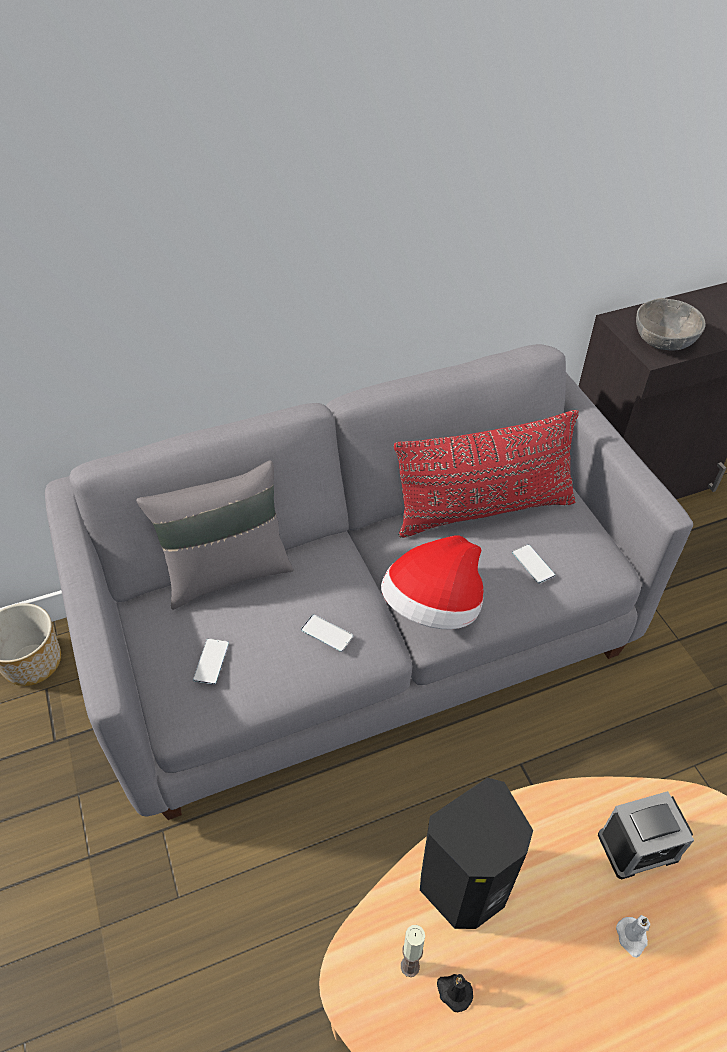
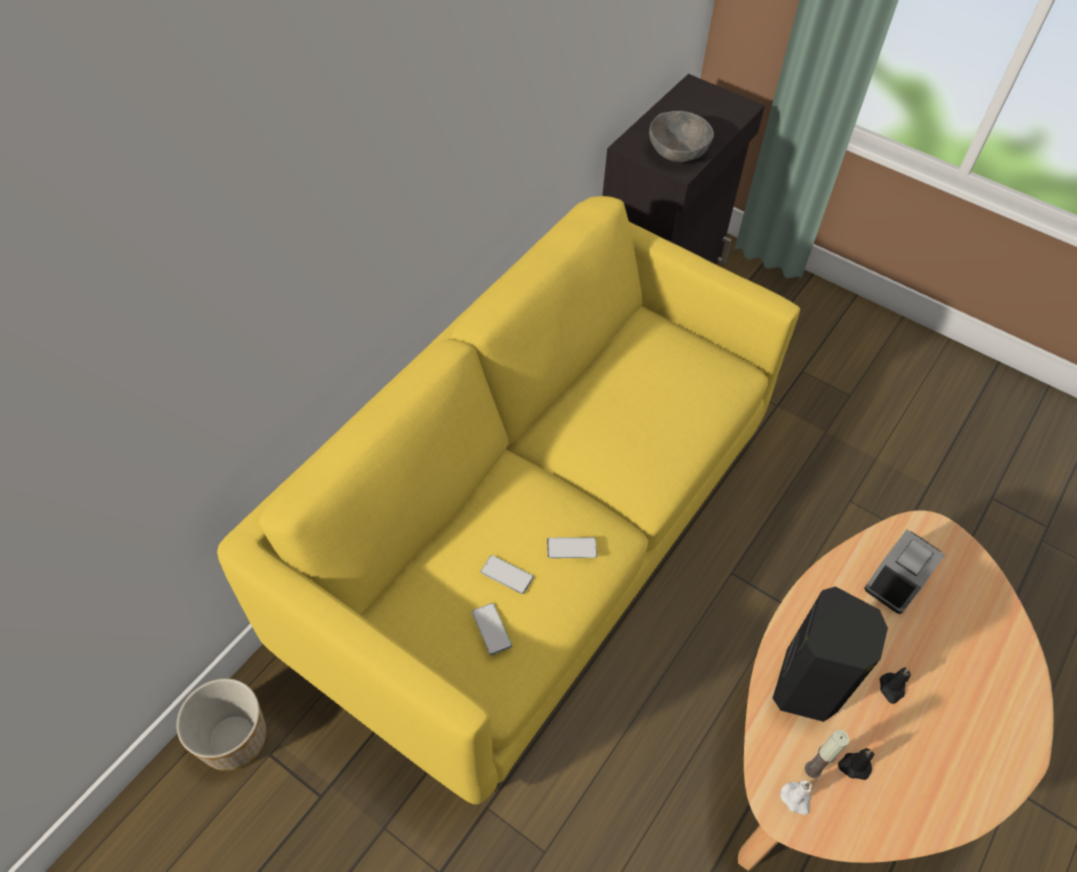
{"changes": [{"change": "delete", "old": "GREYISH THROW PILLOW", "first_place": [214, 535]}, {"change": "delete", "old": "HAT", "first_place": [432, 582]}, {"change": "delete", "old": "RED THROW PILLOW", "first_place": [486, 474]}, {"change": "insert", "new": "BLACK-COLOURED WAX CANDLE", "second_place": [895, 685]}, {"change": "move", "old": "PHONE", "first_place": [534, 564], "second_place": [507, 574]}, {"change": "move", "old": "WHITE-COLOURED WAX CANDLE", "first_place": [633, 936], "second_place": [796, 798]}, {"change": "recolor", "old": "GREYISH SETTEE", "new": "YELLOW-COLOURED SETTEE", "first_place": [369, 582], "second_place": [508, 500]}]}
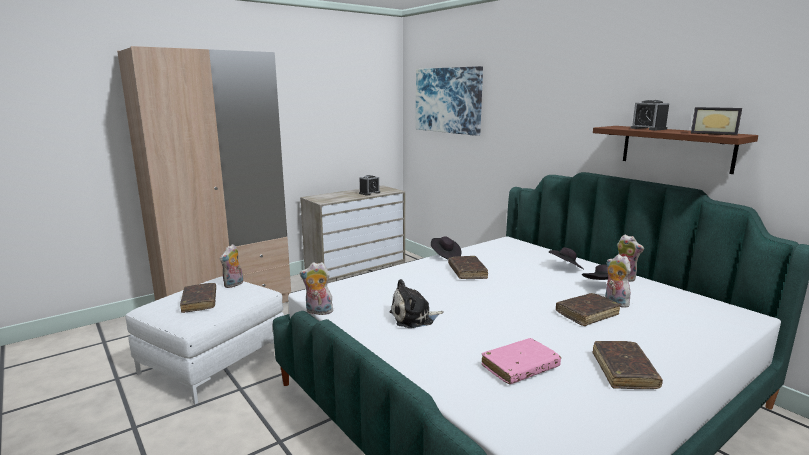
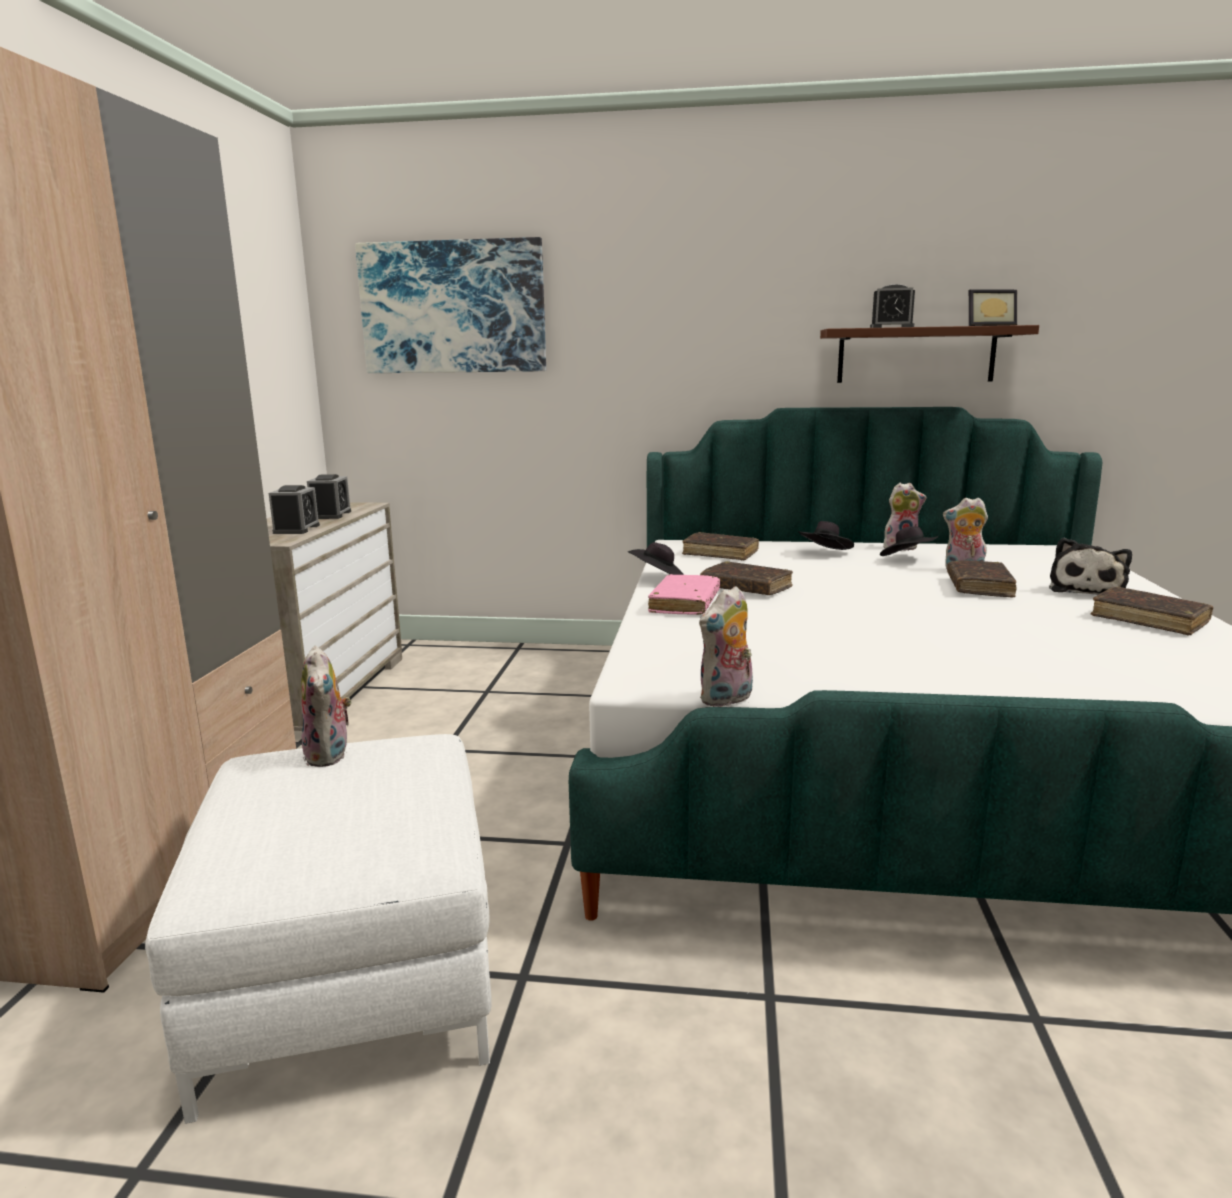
{"changes": [{"change": "insert", "new": "TABLE CLOCK", "second_place": [294, 509]}, {"change": "move", "old": "BROWNISH VOLUME", "first_place": [198, 298], "second_place": [720, 546]}, {"change": "move", "old": "PLUSH TOY", "first_place": [416, 303], "second_place": [1090, 566]}, {"change": "move", "old": "PINK VOLUME", "first_place": [521, 361], "second_place": [684, 594]}]}
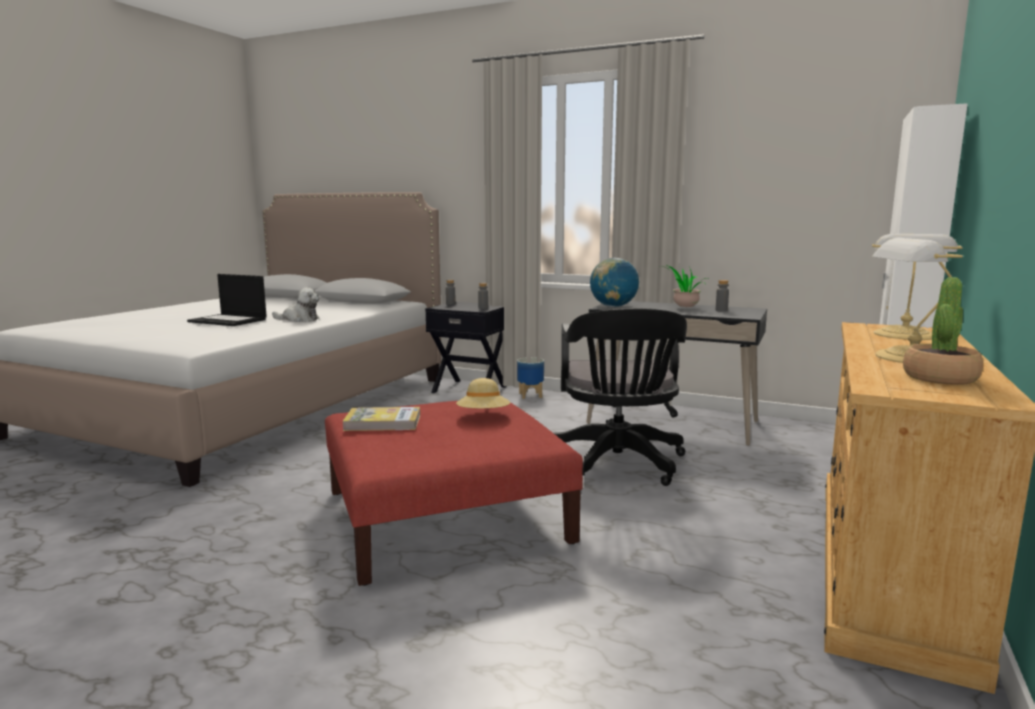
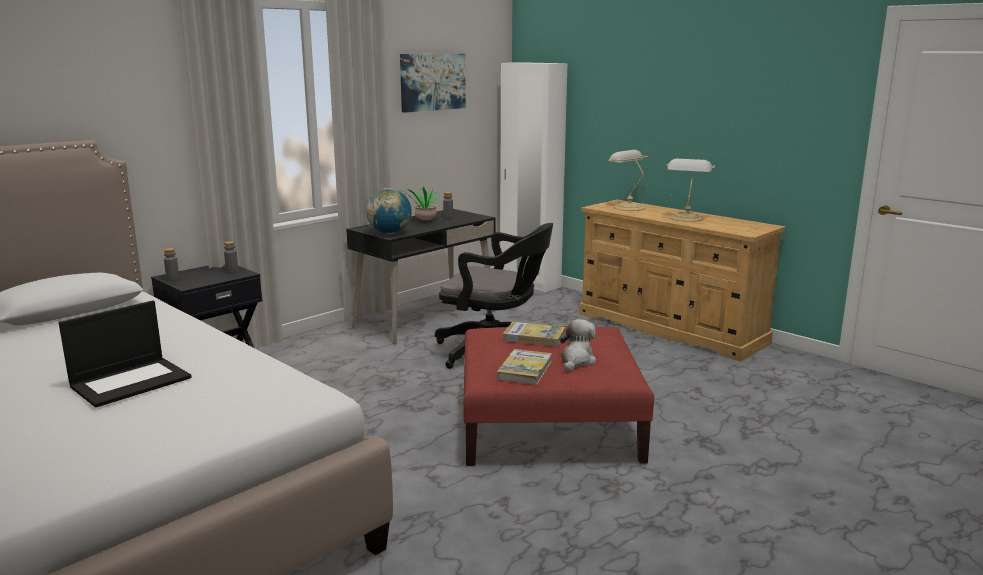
{"changes": [{"change": "delete", "old": "PLANT POT", "first_place": [530, 378]}, {"change": "delete", "old": "HOUSEPLANT", "first_place": [943, 331]}, {"change": "insert", "new": "PICTURE", "second_place": [433, 83]}, {"change": "move", "old": "PLUSH TOY", "first_place": [295, 305], "second_place": [578, 345]}, {"change": "replace", "old": "BEIGE-COLOURED HAT", "new": "VOLUME", "first_place": [483, 393], "second_place": [534, 334]}]}
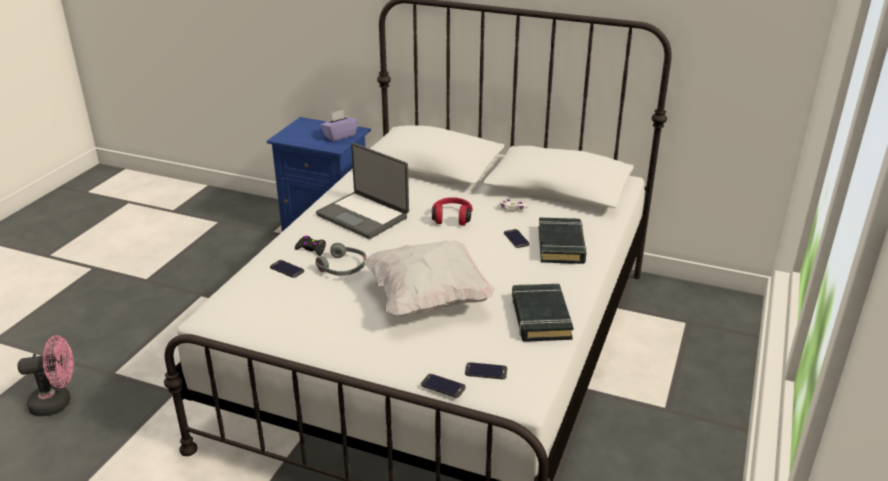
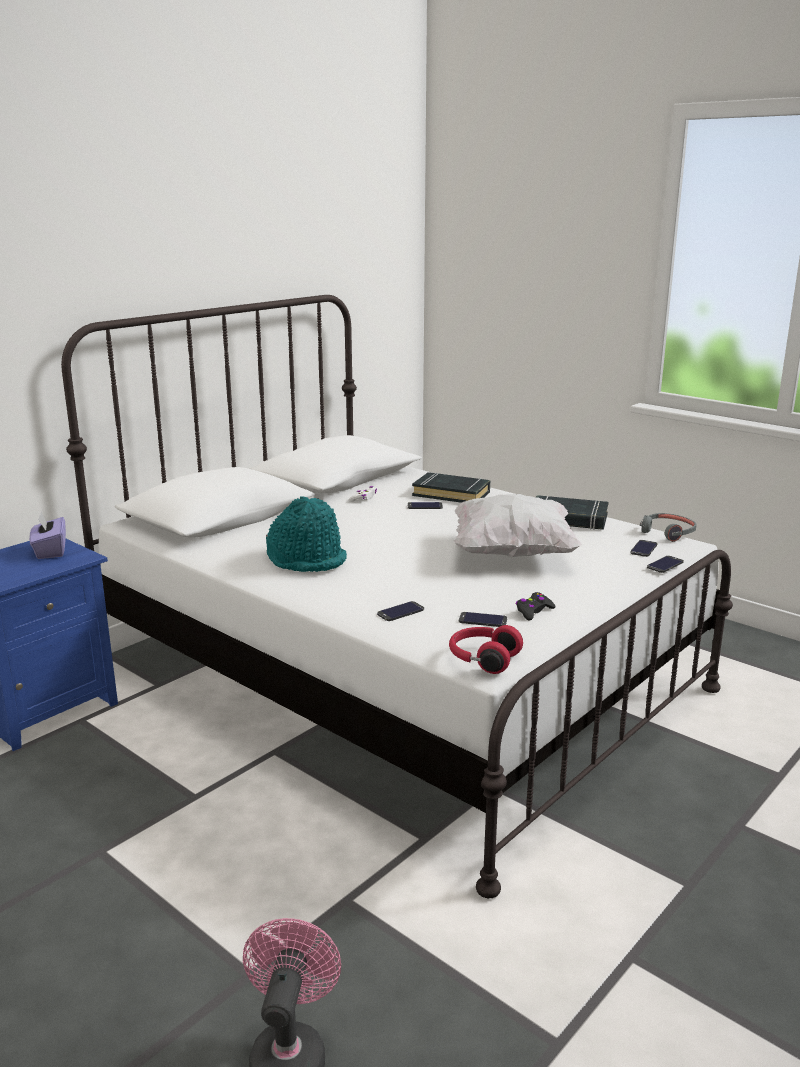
{"changes": [{"change": "insert", "new": "PHONE", "second_place": [482, 619]}, {"change": "move", "old": "BLACK-COLOURED GAMEPAD", "first_place": [310, 246], "second_place": [536, 606]}, {"change": "move", "old": "GREYISH PAIR OF HEADPHONES", "first_place": [341, 259], "second_place": [668, 527]}, {"change": "move", "old": "RED PAIR OF HEADPHONES", "first_place": [452, 211], "second_place": [486, 649]}, {"change": "replace", "old": "NOTEBOOK COMPUTER", "new": "BLUE-GREEN HAT", "first_place": [362, 191], "second_place": [306, 534]}]}
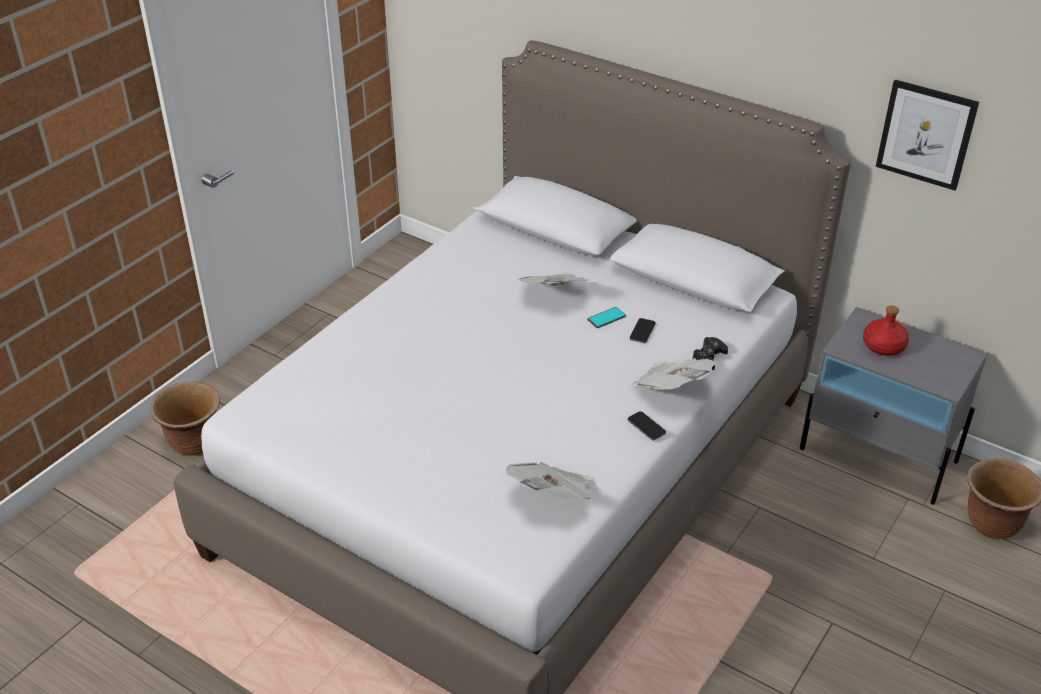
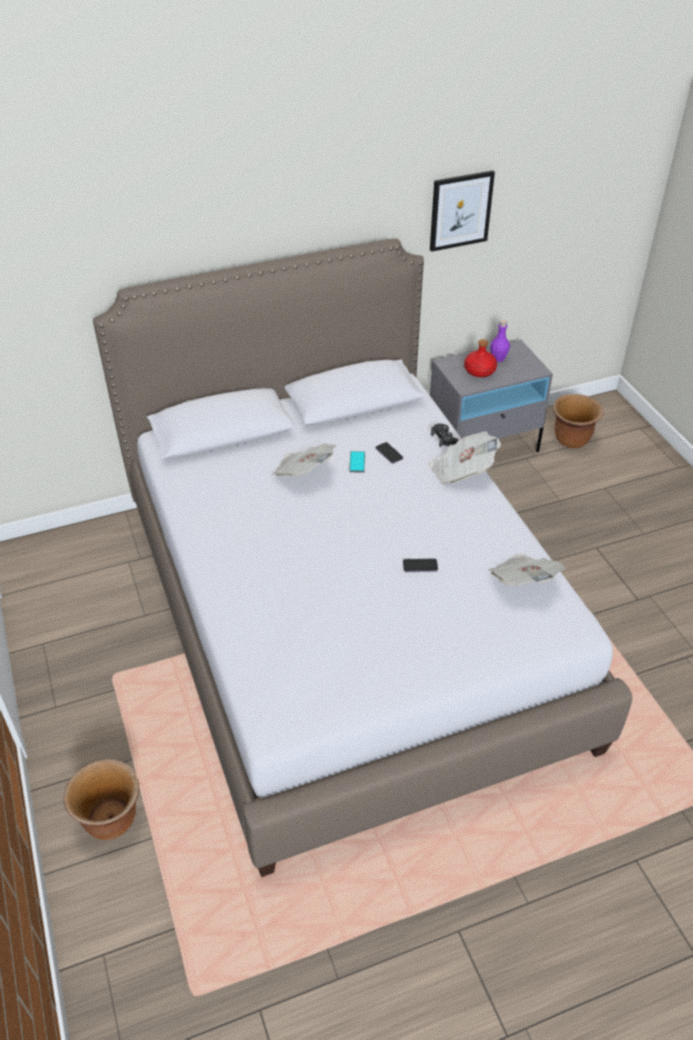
{"changes": [{"change": "insert", "new": "PURPLISH BOTTLE", "second_place": [500, 340]}, {"change": "move", "old": "PHONE", "first_place": [647, 425], "second_place": [420, 565]}]}
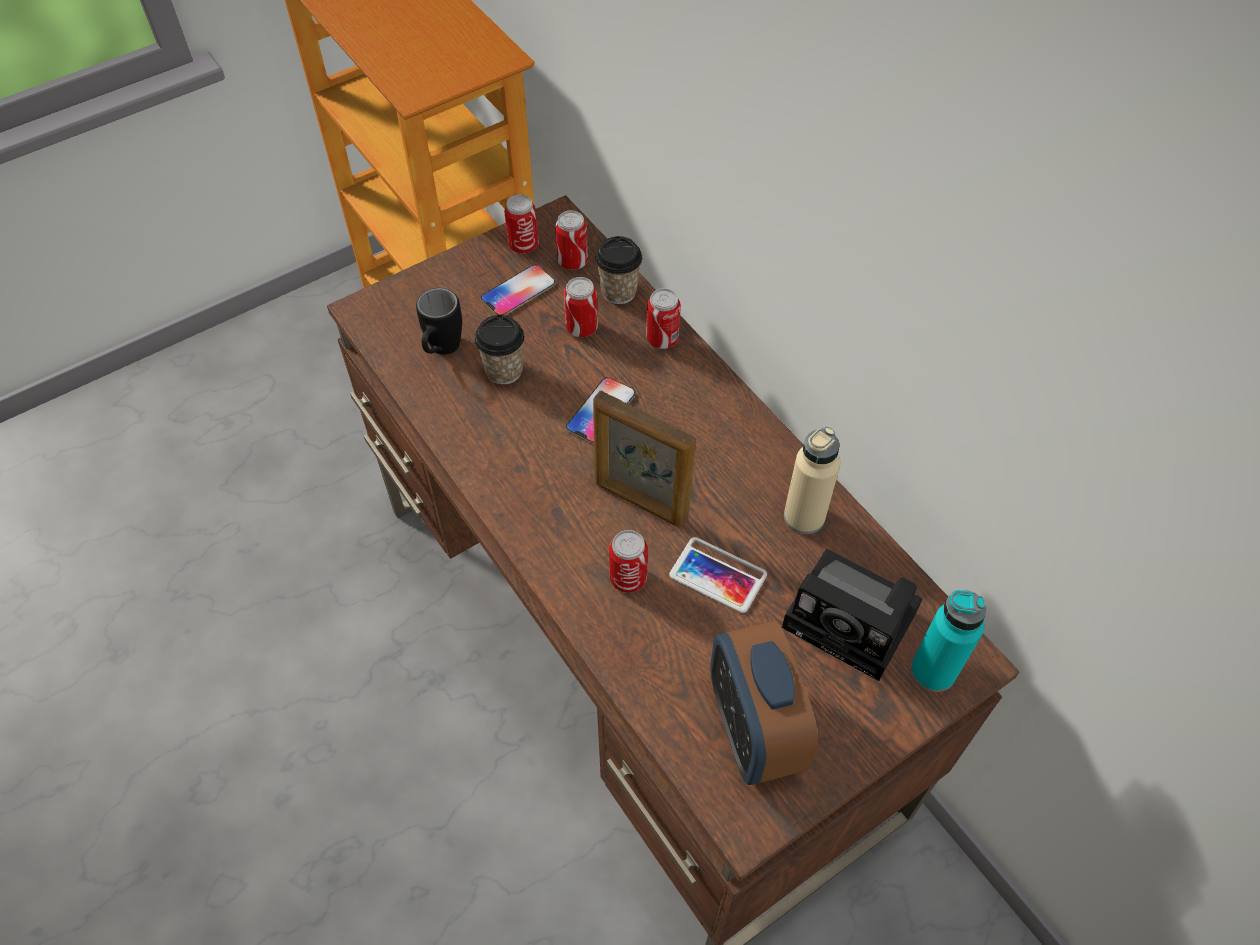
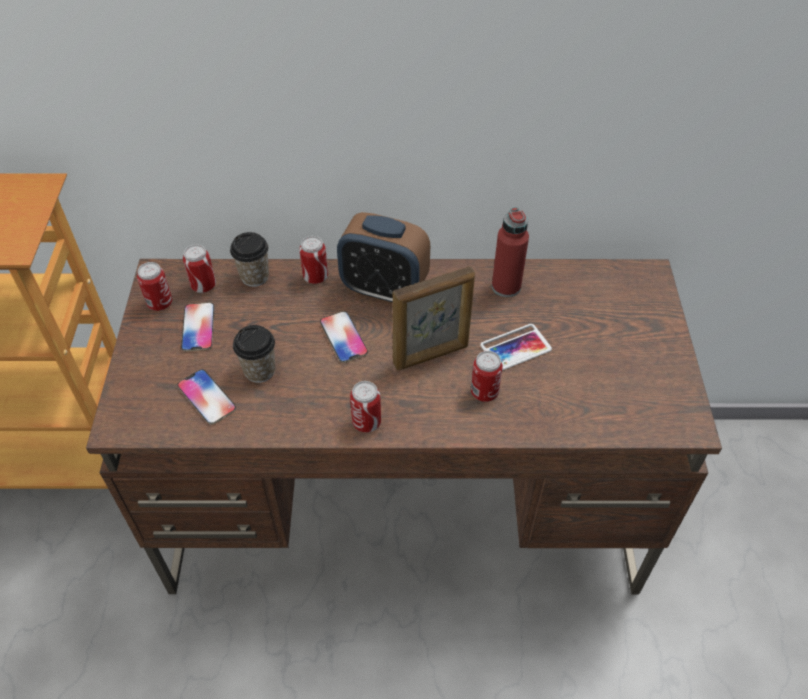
{"changes": [{"change": "delete", "old": "PHOTO CAMERA", "first_place": [852, 615]}, {"change": "delete", "old": "BLUE-GREEN BOTTLE", "first_place": [948, 641]}, {"change": "move", "old": "CAN", "first_place": [581, 307], "second_place": [365, 407]}, {"change": "move", "old": "TABLE CLOCK", "first_place": [764, 703], "second_place": [383, 258]}, {"change": "replace", "old": "BLACK-COLOURED MUG", "new": "PHONE", "first_place": [439, 321], "second_place": [206, 397]}, {"change": "recolor", "old": "BEIGE-COLOURED BOTTLE", "new": "RED BOTTLE", "first_place": [812, 480], "second_place": [510, 252]}]}
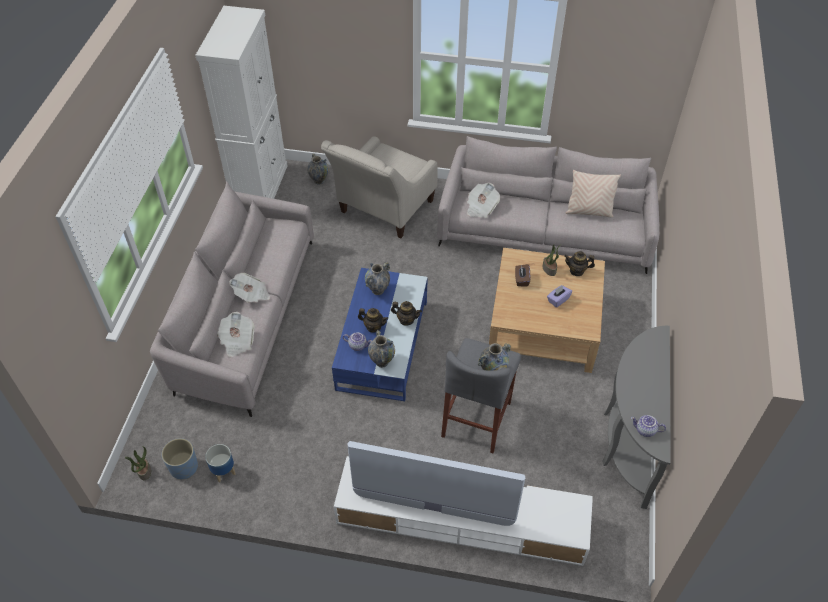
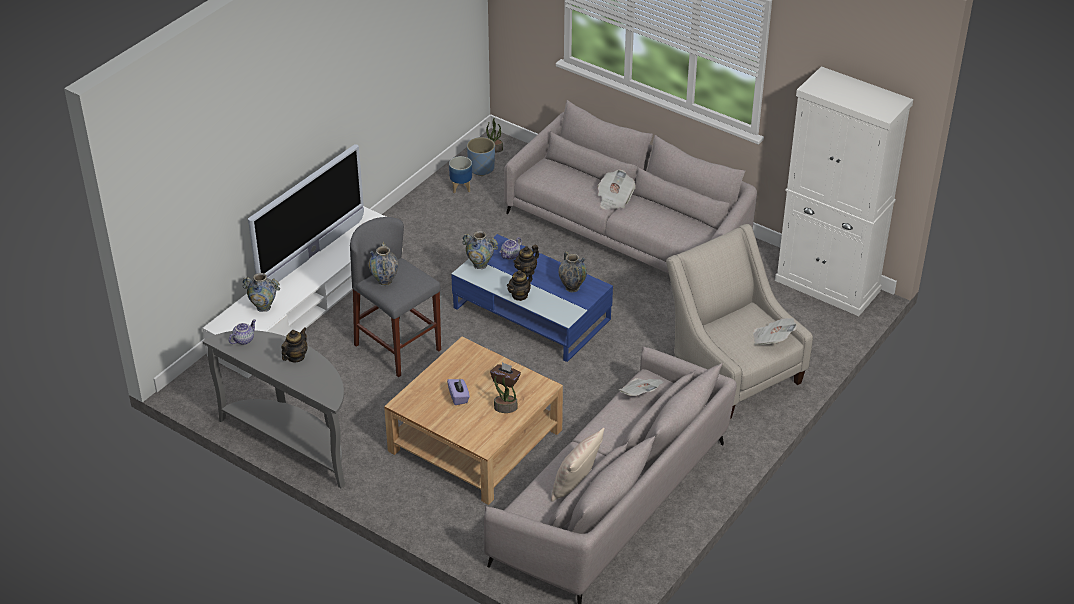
{"changes": [{"change": "move", "old": "DAILY PAPER", "first_place": [236, 334], "second_place": [775, 331]}, {"change": "move", "old": "DECORATIVE VASE", "first_place": [318, 169], "second_place": [261, 292]}, {"change": "move", "old": "TEAPOT", "first_place": [579, 263], "second_place": [294, 345]}]}
